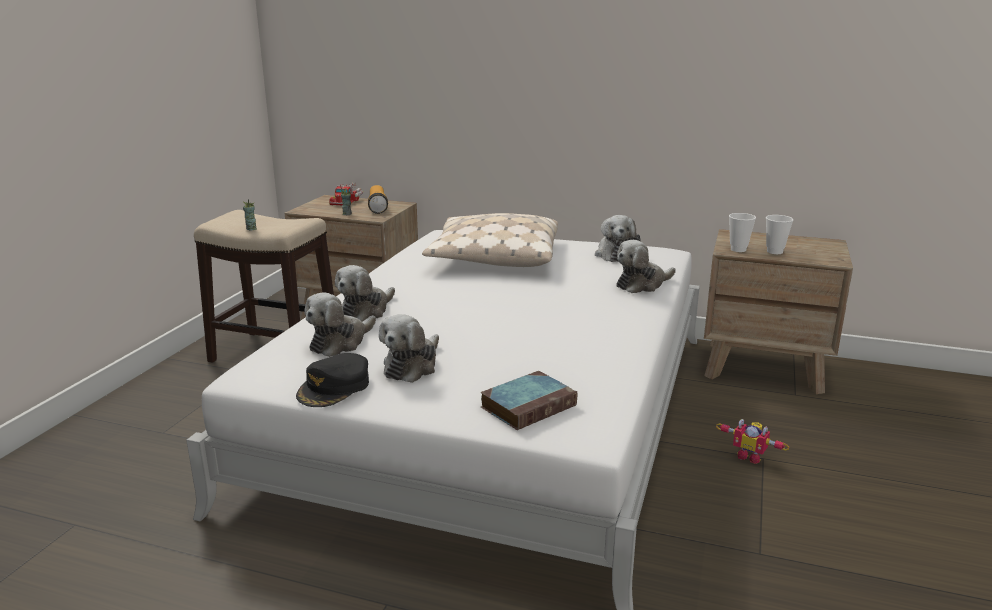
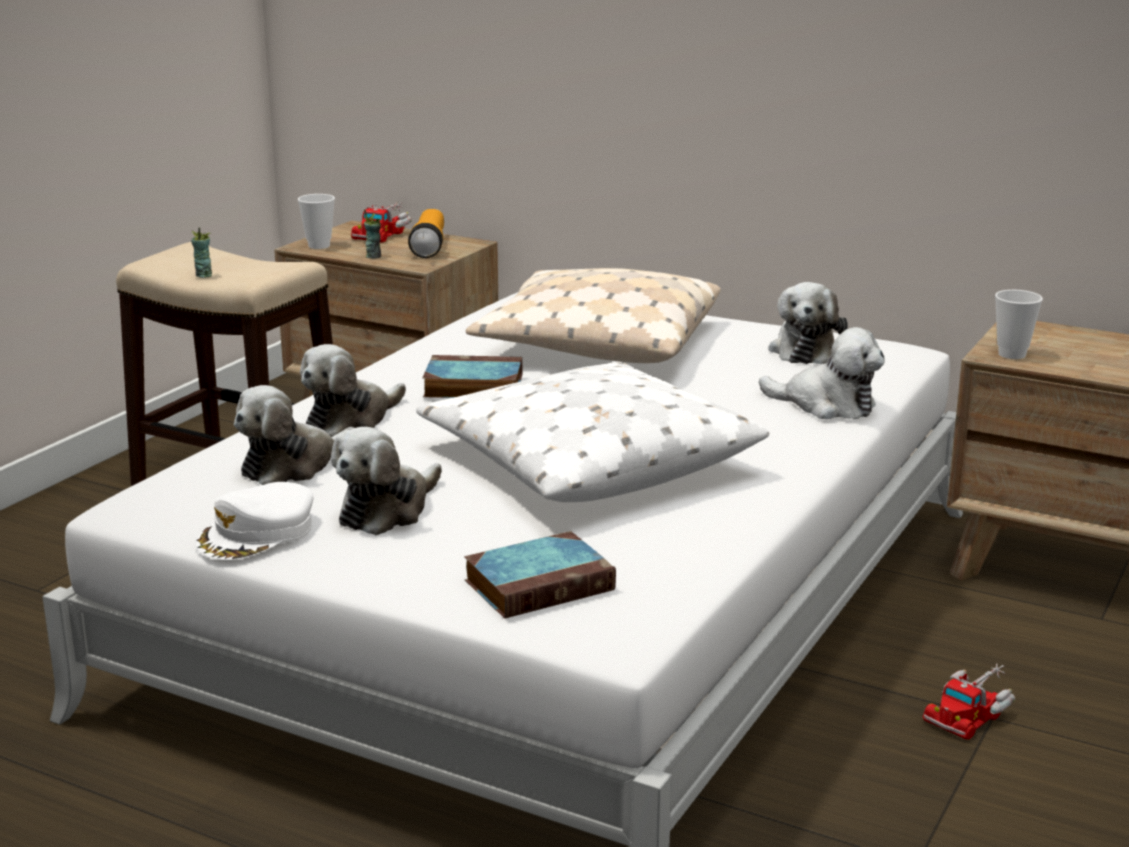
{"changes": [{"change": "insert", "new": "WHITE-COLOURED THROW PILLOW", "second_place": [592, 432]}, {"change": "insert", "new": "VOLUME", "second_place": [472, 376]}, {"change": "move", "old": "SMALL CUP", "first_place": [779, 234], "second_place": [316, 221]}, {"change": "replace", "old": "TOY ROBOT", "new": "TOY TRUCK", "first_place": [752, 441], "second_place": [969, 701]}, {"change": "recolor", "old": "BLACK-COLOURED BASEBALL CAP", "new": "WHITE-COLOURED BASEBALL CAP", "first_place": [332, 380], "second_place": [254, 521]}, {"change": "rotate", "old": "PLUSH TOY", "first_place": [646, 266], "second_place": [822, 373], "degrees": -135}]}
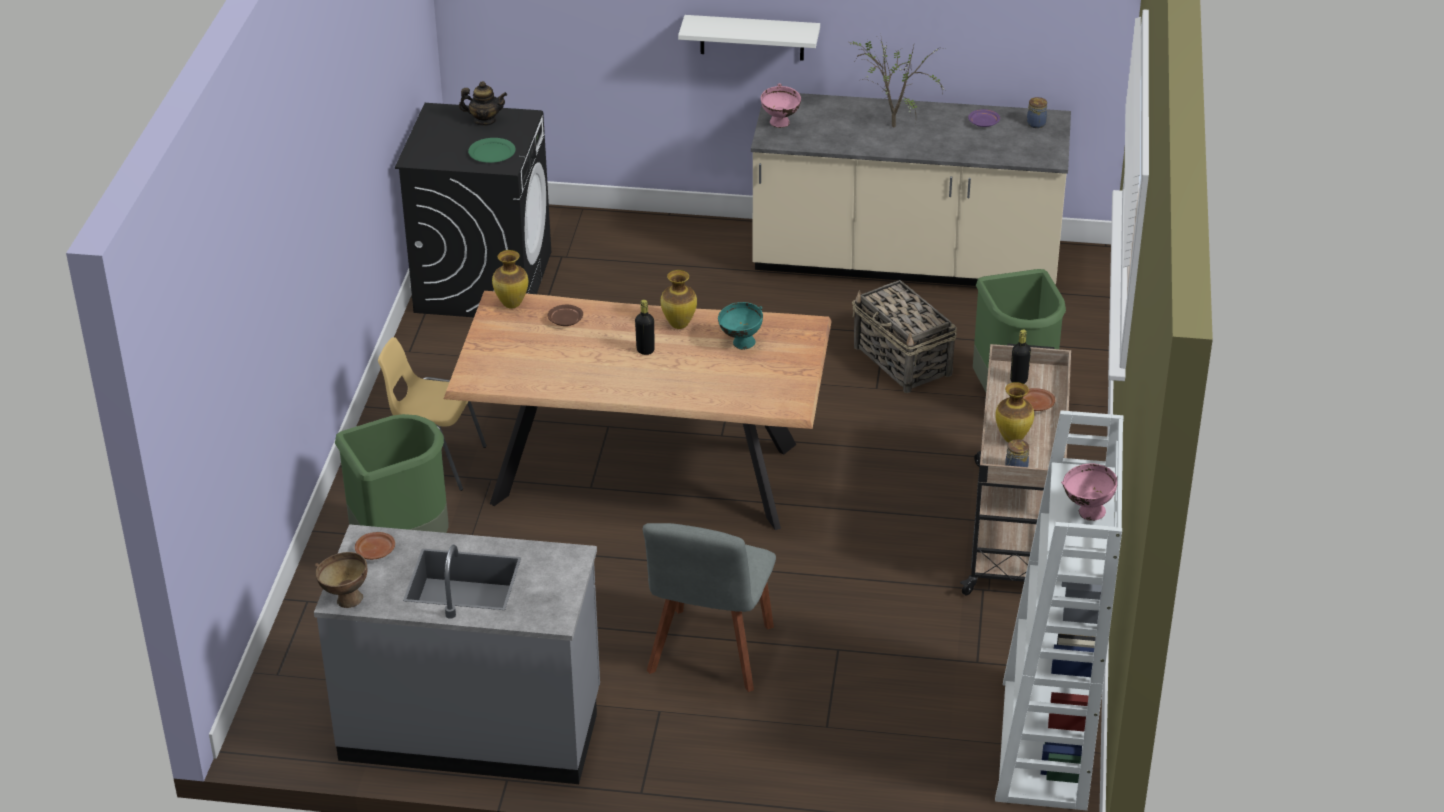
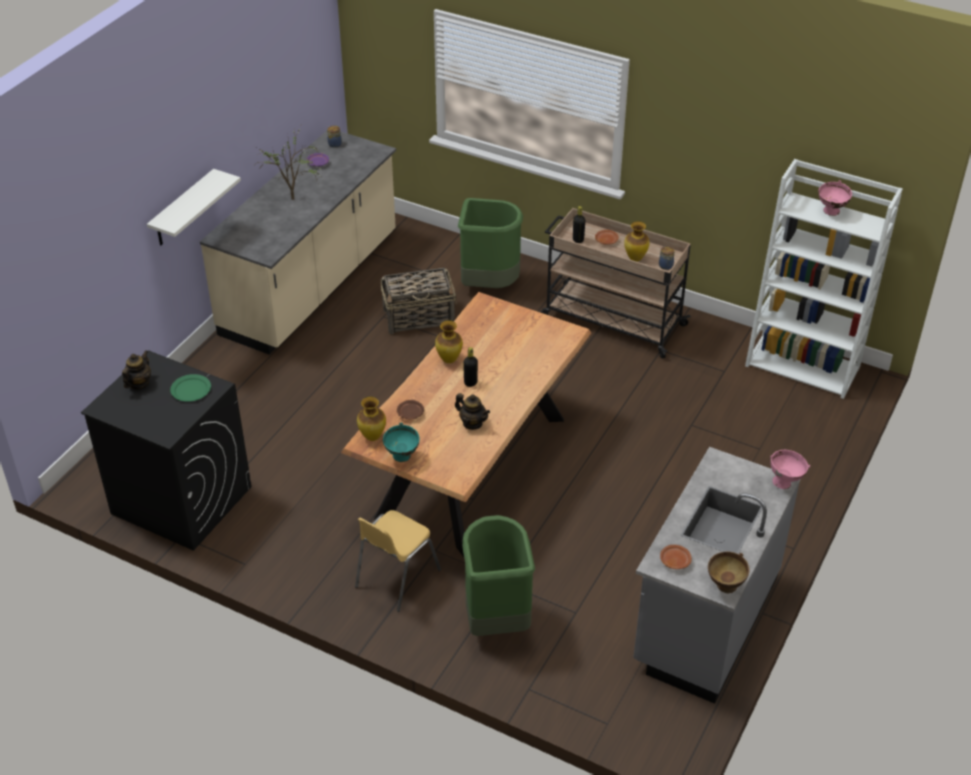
{"changes": [{"change": "delete", "old": "GREYISH CHAIR", "first_place": [709, 607]}, {"change": "insert", "new": "TEAPOT", "second_place": [472, 411]}, {"change": "move", "old": "BLUE-GREEN SERVING BOWL", "first_place": [740, 326], "second_place": [401, 442]}, {"change": "move", "old": "PINK SERVING BOWL", "first_place": [781, 105], "second_place": [790, 469]}]}
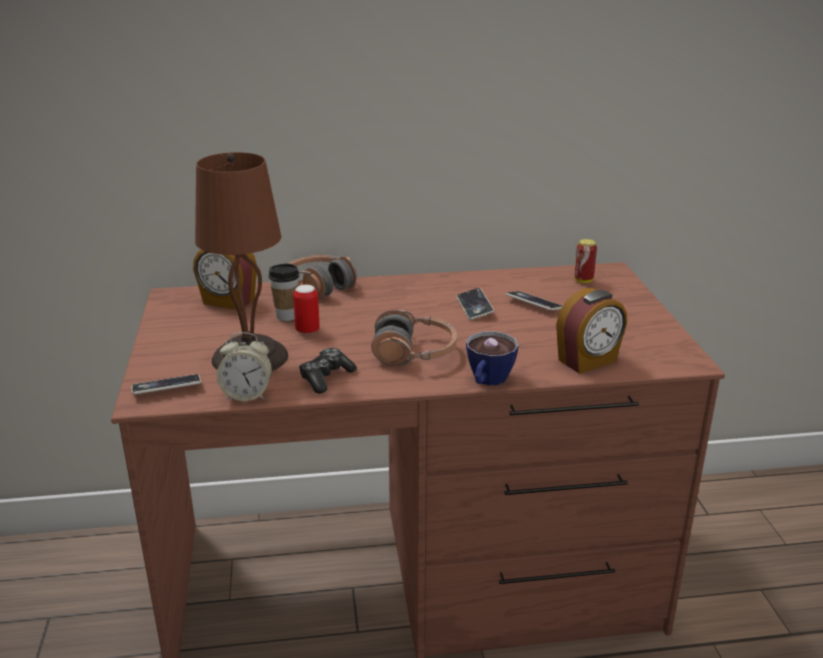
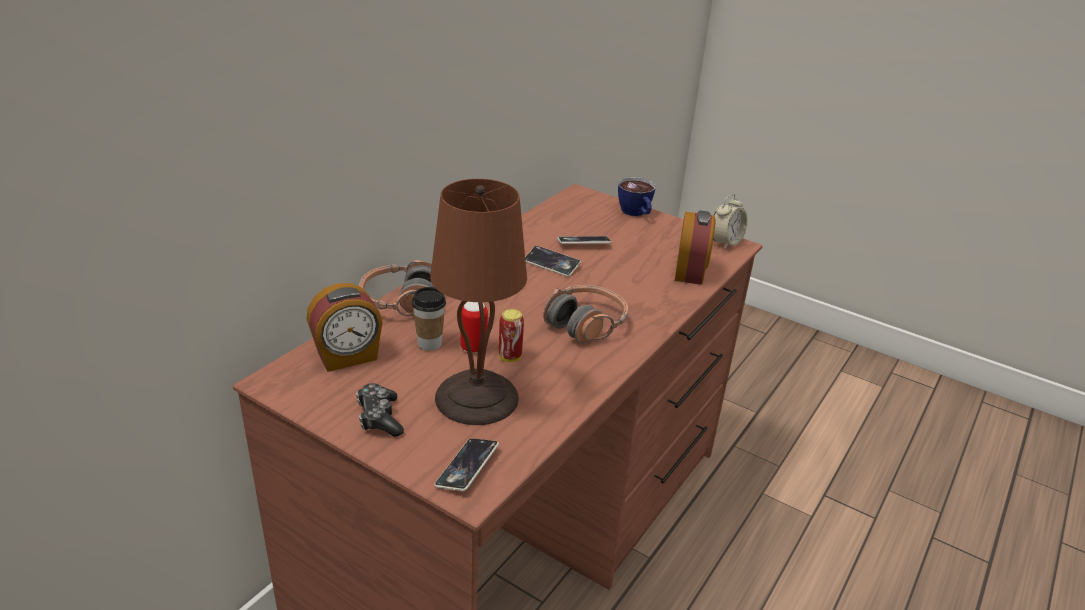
{"changes": [{"change": "move", "old": "TABLE CLOCK", "first_place": [244, 366], "second_place": [730, 221]}, {"change": "move", "old": "GAMEPAD", "first_place": [328, 371], "second_place": [380, 410]}, {"change": "move", "old": "SMALL CUP", "first_place": [492, 358], "second_place": [636, 196]}, {"change": "move", "old": "CAN", "first_place": [585, 261], "second_place": [511, 335]}]}
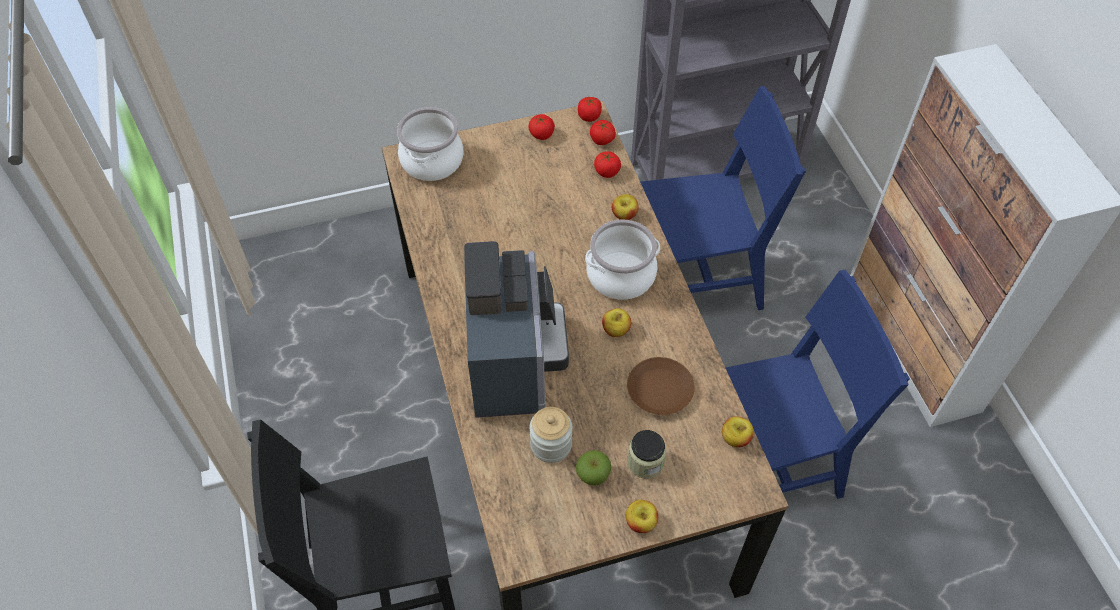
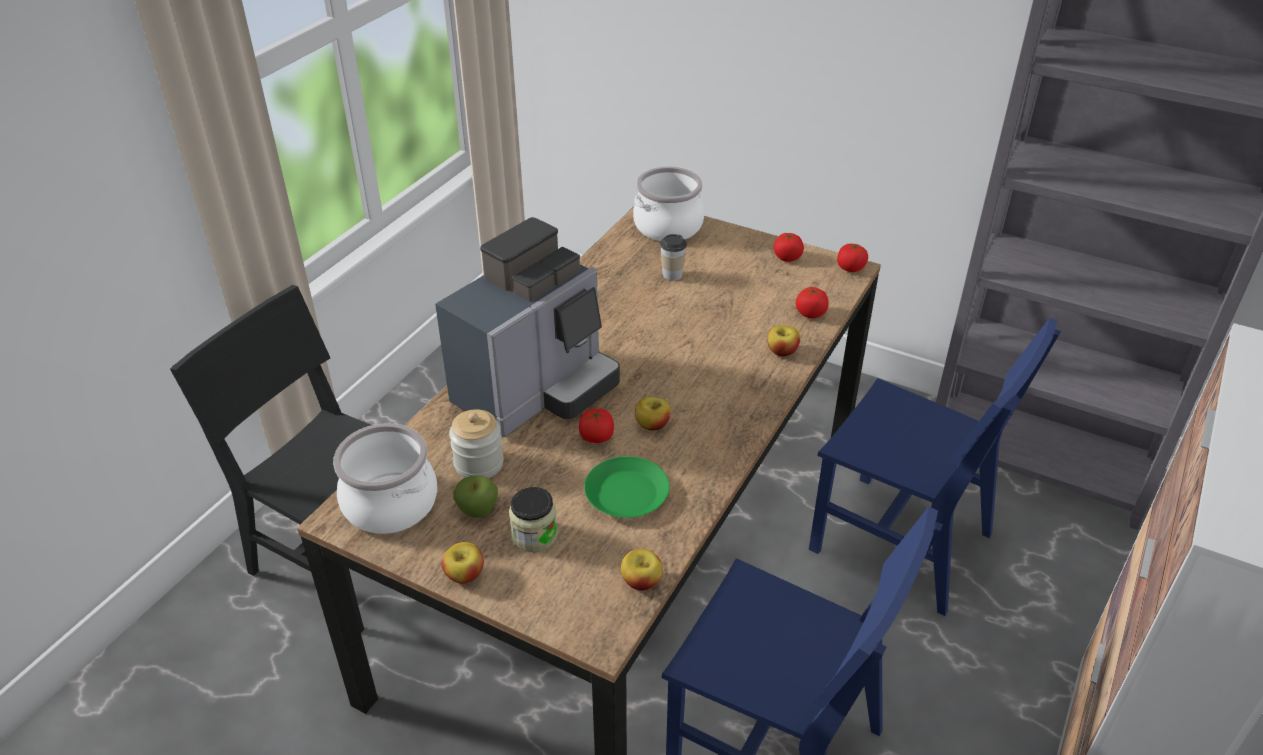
{"changes": [{"change": "insert", "new": "SMALL CUP", "second_place": [673, 257]}, {"change": "move", "old": "SAUCEPOT", "first_place": [622, 260], "second_place": [385, 478]}, {"change": "move", "old": "FRESH TOMATO", "first_place": [603, 132], "second_place": [596, 425]}, {"change": "recolor", "old": "BROWNISH FLAT DISH", "new": "GREEN-COLOURED FLAT DISH", "first_place": [661, 386], "second_place": [627, 487]}]}
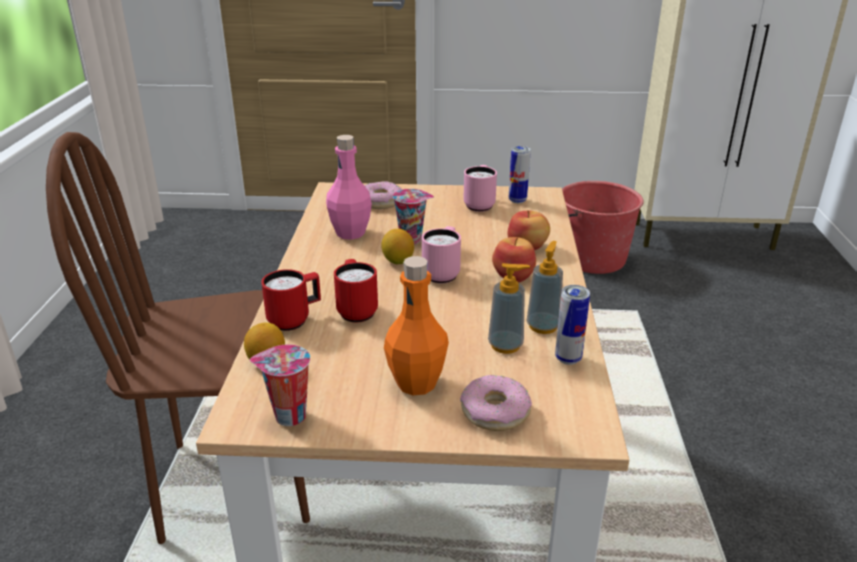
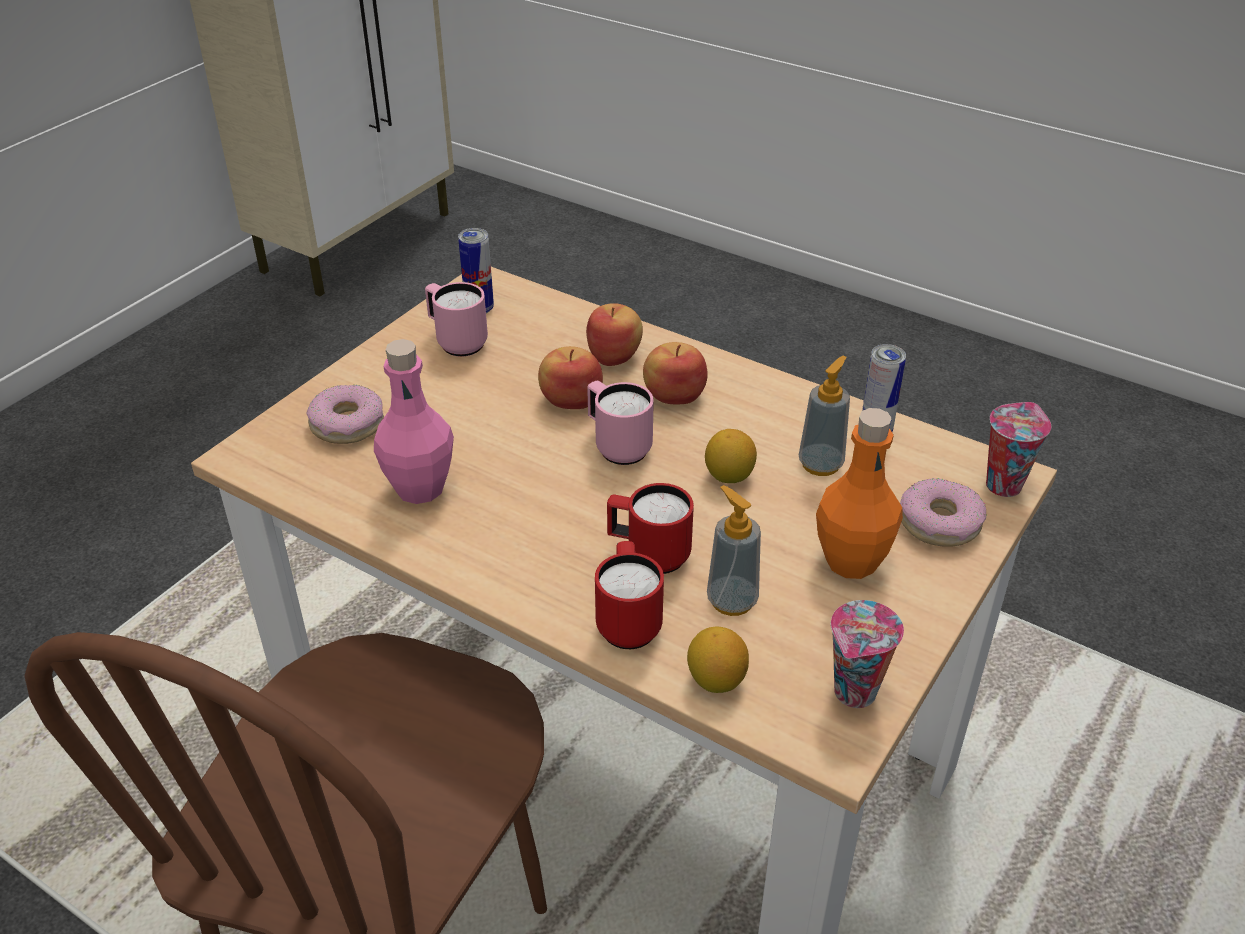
{"changes": [{"change": "delete", "old": "RED WATER BUCKET", "first_place": [603, 227]}, {"change": "insert", "new": "APPLE FRUIT", "second_place": [570, 377]}, {"change": "move", "old": "CITRUS FRUIT", "first_place": [397, 246], "second_place": [731, 456]}, {"change": "move", "old": "SMALL CUP", "first_place": [413, 217], "second_place": [1018, 449]}, {"change": "move", "old": "LIQUID SOAP BOTTLE", "first_place": [545, 287], "second_place": [734, 550]}]}
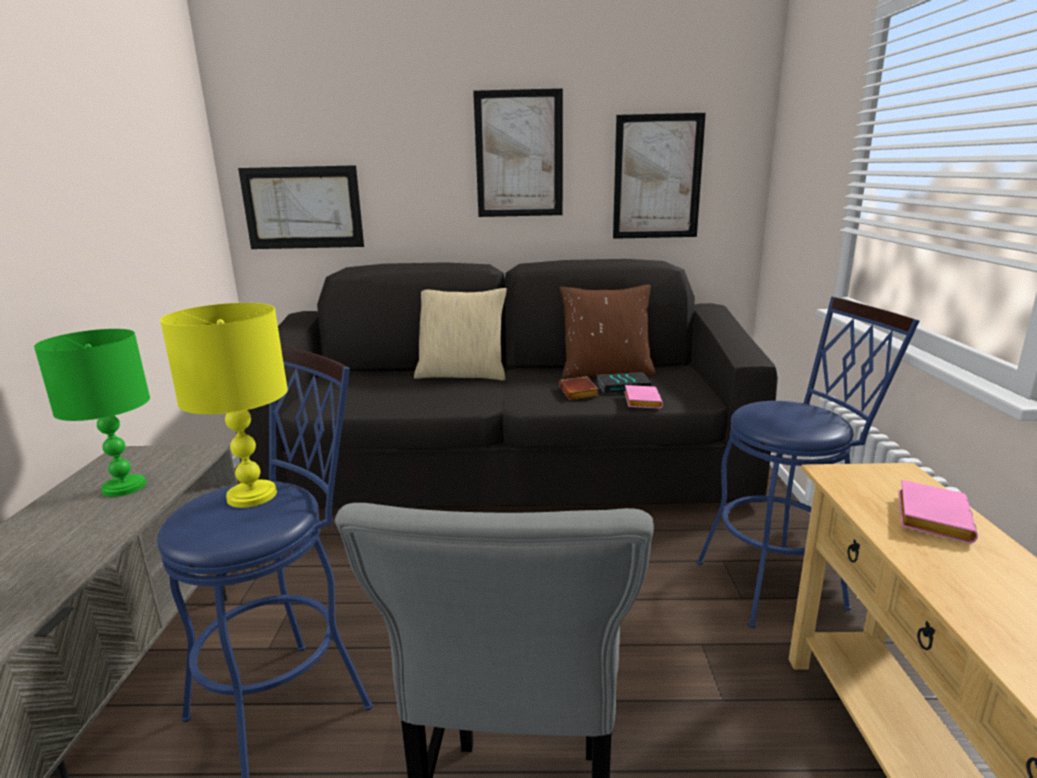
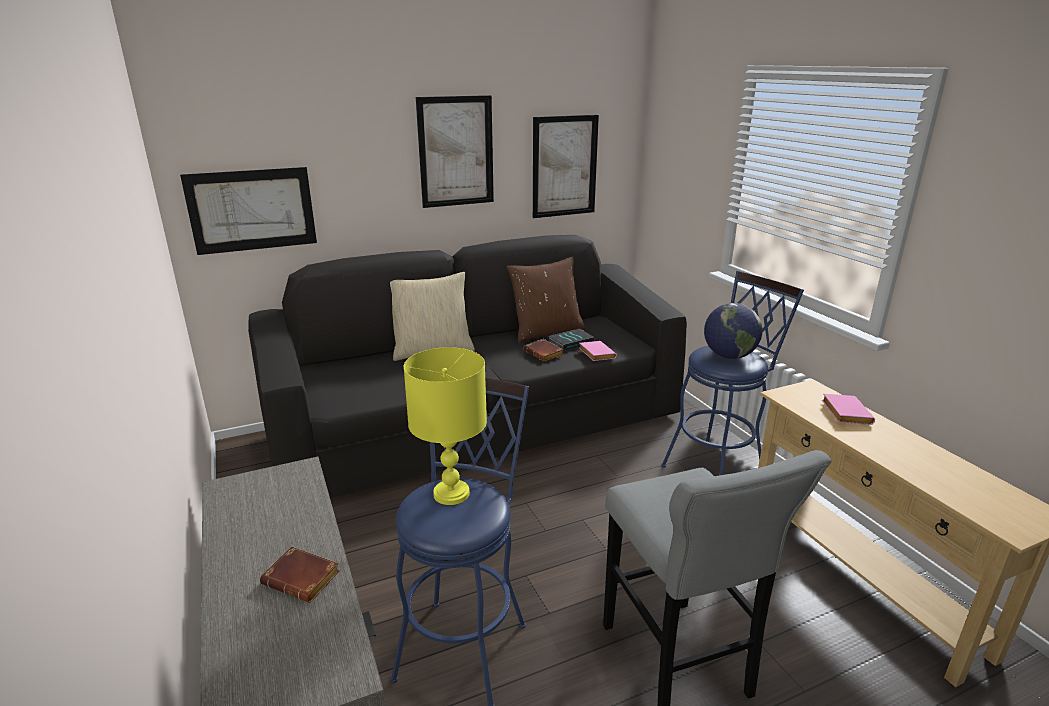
{"changes": [{"change": "delete", "old": "GREEN-COLOURED TABLETOP LAMP", "first_place": [92, 413]}, {"change": "insert", "new": "BROWNISH VOLUME", "second_place": [300, 574]}, {"change": "insert", "new": "WORLD GLOBE", "second_place": [733, 331]}]}
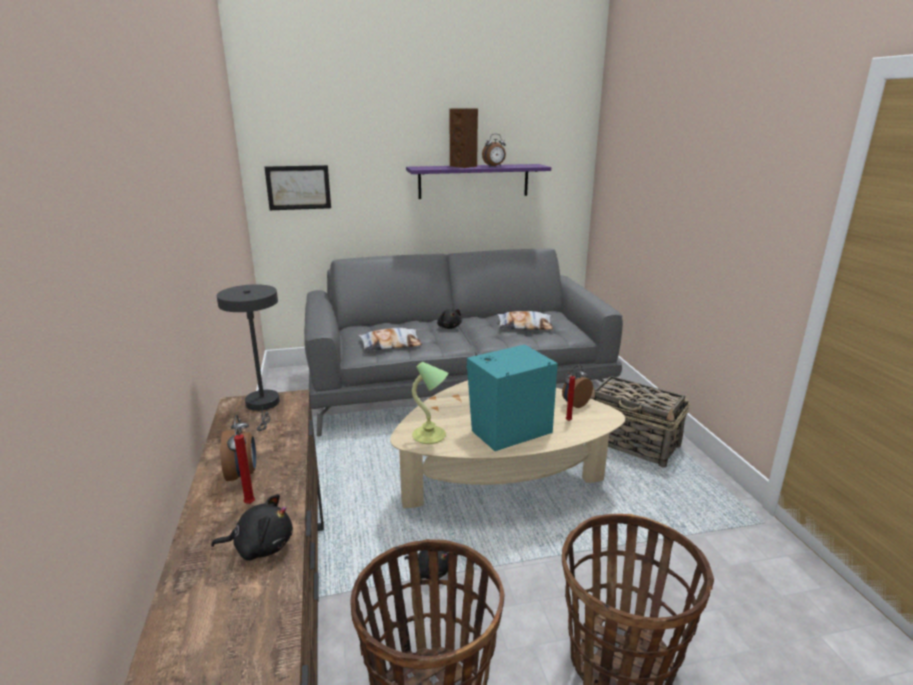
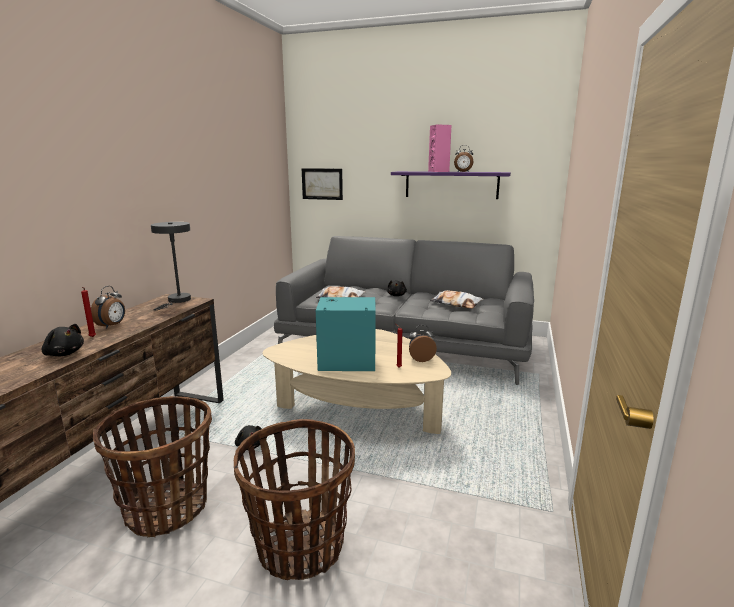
{"changes": [{"change": "delete", "old": "TABLETOP LAMP", "first_place": [430, 403]}, {"change": "delete", "old": "STORAGE BASKET", "first_place": [640, 422]}, {"change": "recolor", "old": "BROWNISH SPEAKER", "new": "PINK SPEAKER", "first_place": [464, 138], "second_place": [440, 148]}]}
